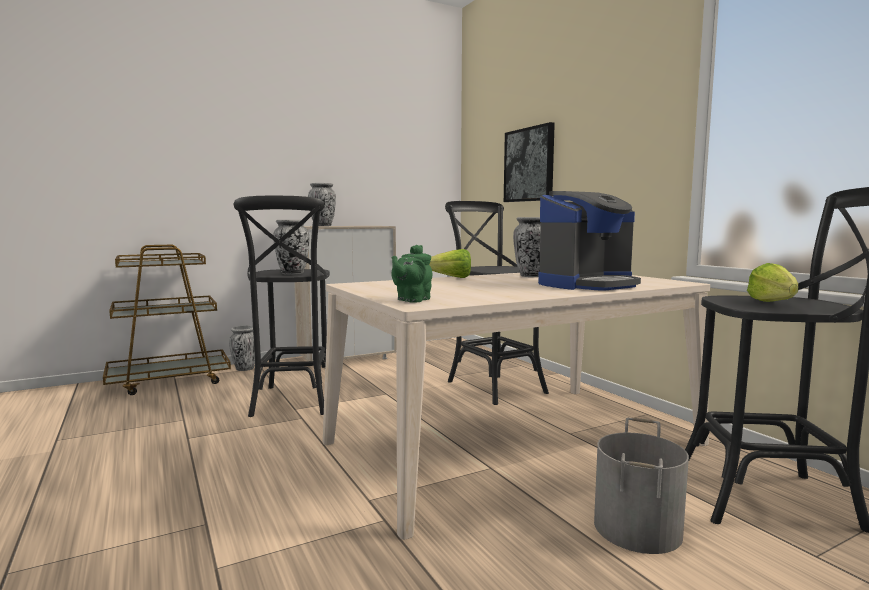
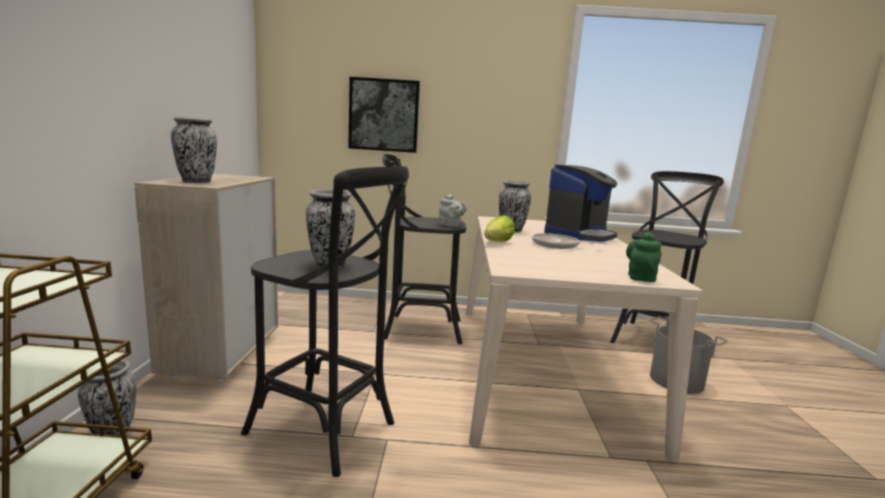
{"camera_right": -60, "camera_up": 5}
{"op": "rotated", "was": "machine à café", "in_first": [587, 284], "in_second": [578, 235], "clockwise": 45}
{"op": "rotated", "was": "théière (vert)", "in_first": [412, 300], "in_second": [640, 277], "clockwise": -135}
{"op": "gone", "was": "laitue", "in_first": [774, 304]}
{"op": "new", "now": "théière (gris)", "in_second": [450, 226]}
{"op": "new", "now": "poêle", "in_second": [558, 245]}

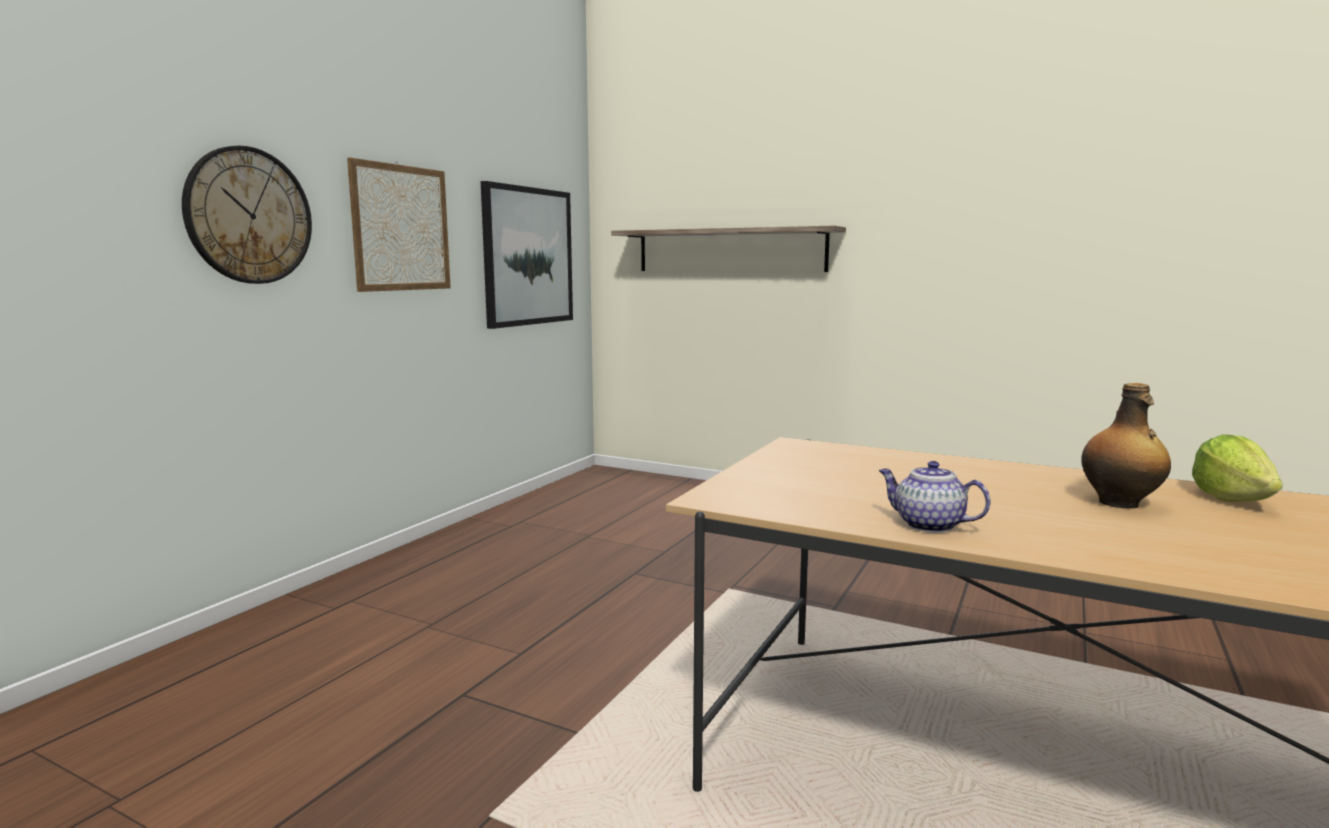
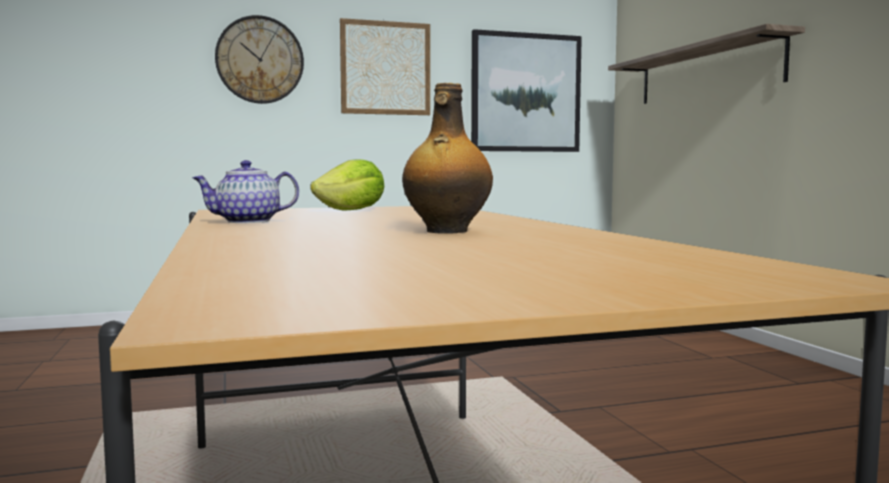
{"camera_right": 45, "camera_up": -5}
{"op": "shifted", "was": "laitue", "in_first": [1232, 499], "in_second": [352, 210]}
{"op": "rotated", "was": "théière", "in_first": [927, 525], "in_second": [246, 222], "clockwise": -105}

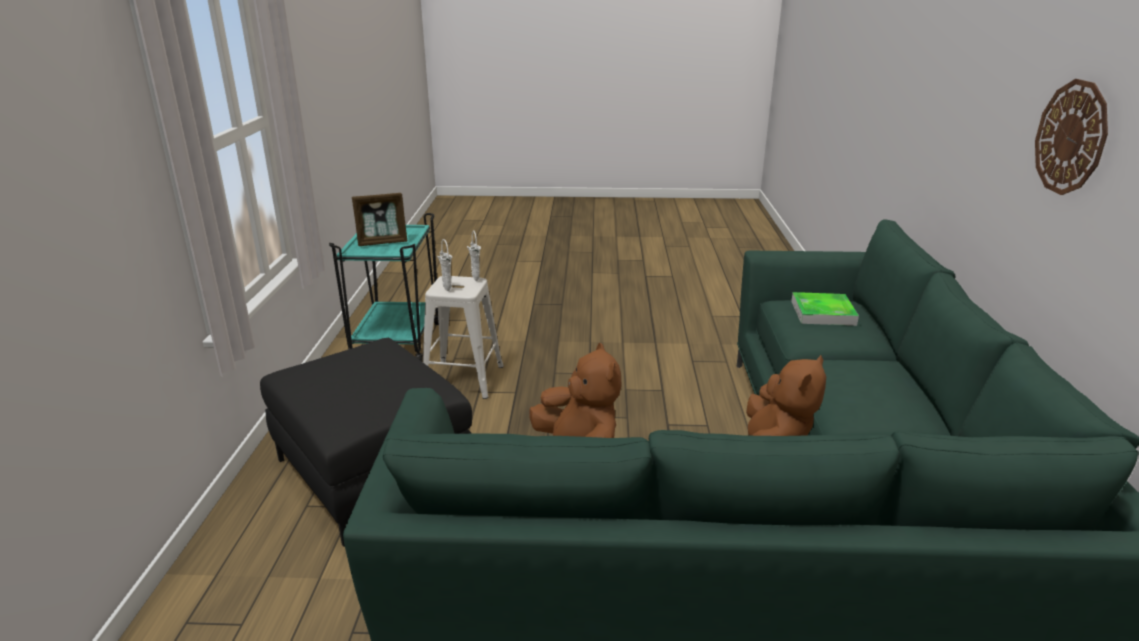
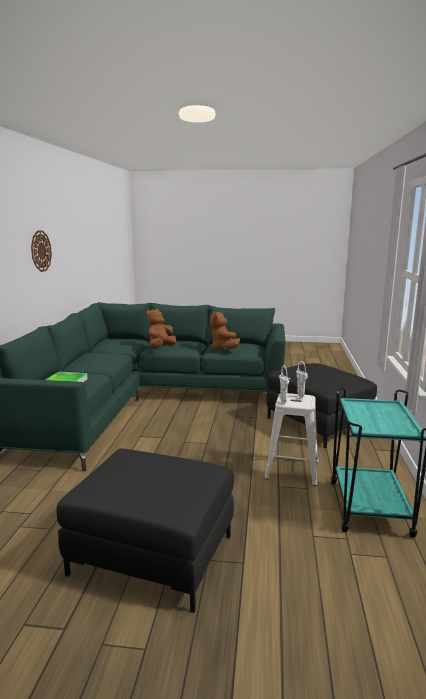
{"camera_right": -175, "camera_up": -10}
{"op": "gone", "was": "cadre photo", "in_first": [382, 242]}
{"op": "new", "now": "pouf (noir)", "in_second": [151, 555]}

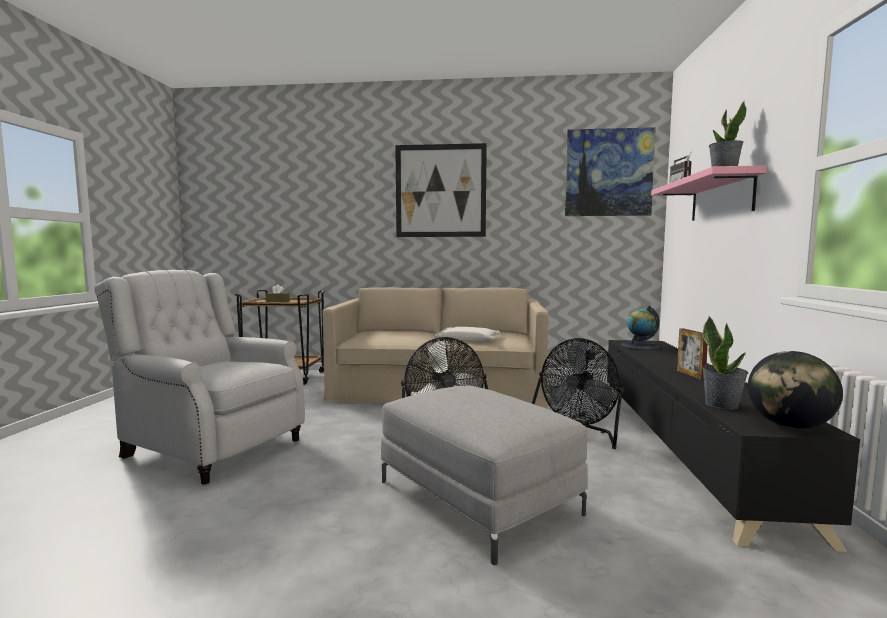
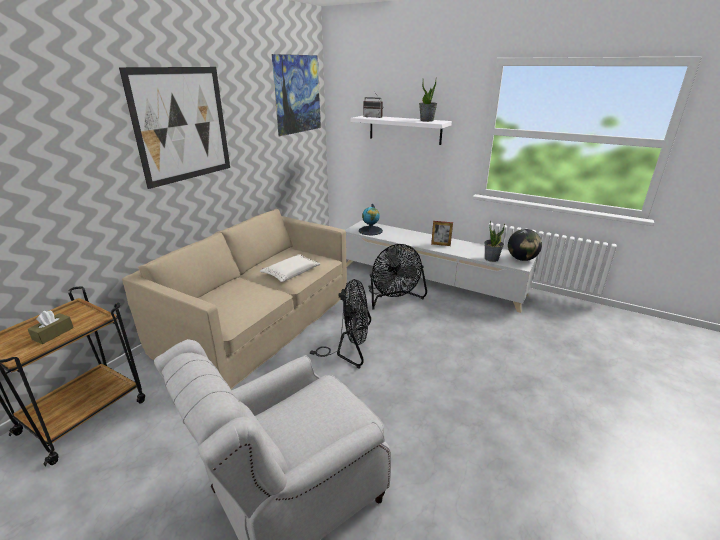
{"camera_right": -65, "camera_up": 20}
{"op": "repainted", "was": "étagère (rose)", "now": "étagère (blanc)", "in_first": [721, 197], "in_second": [404, 129]}
{"op": "repainted", "was": "meuble télé (noir)", "now": "meuble télé (blanc)", "in_first": [684, 445], "in_second": [430, 279]}
{"op": "gone", "was": "pouf (gris)", "in_first": [478, 496]}

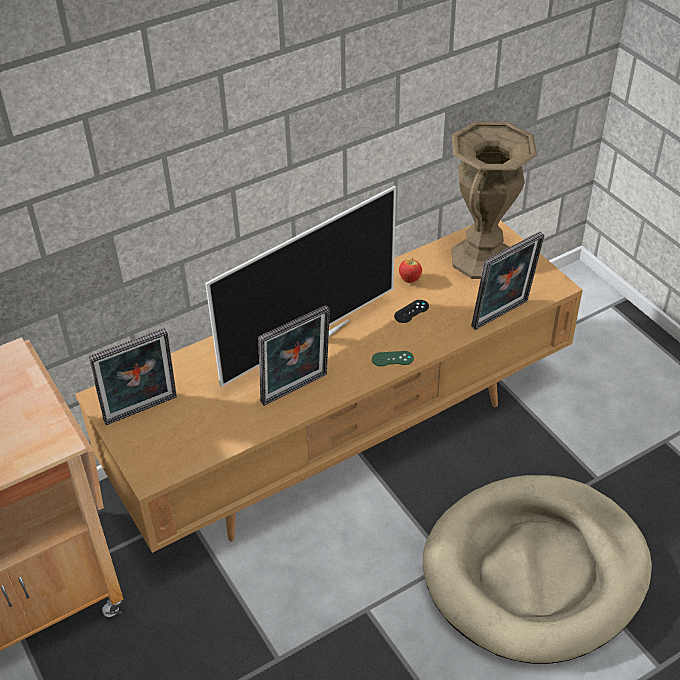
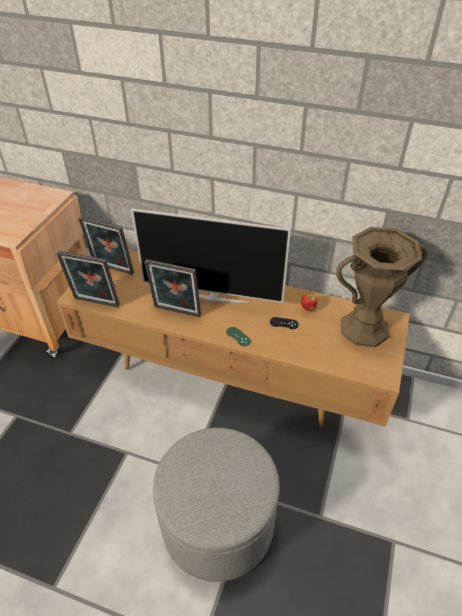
{"camera_right": 50, "camera_up": 0}
{"op": "shifted", "was": "cadre photo", "in_first": [502, 316], "in_second": [95, 304]}
{"op": "swapped", "was": "panier pour chien (beige)", "now": "pouf (gris)", "in_first": [535, 571], "in_second": [218, 523]}

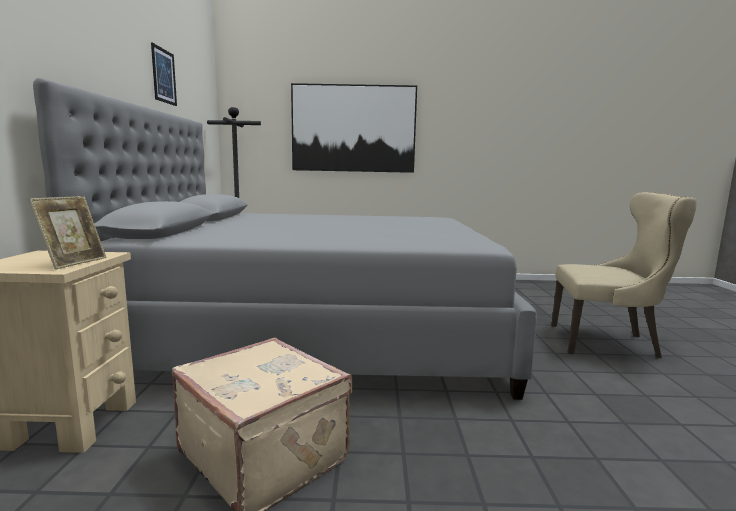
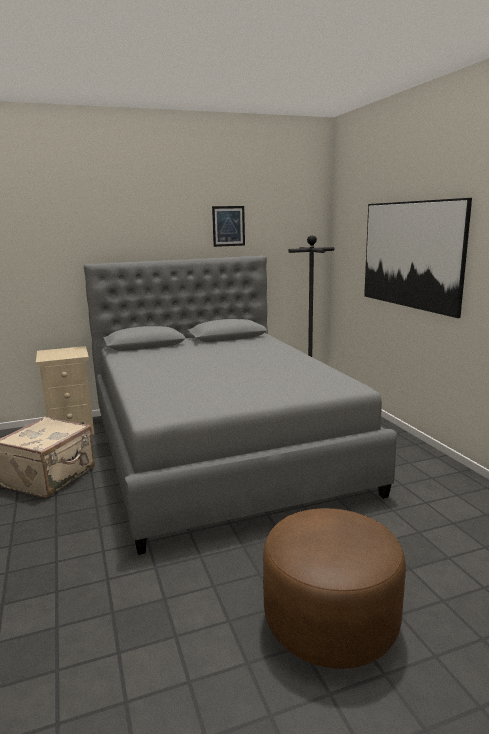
{"camera_right": 70, "camera_up": 5}
{"op": "swapped", "was": "chaise (beige)", "now": "pouf (marron)", "in_first": [607, 342], "in_second": [330, 621]}
{"op": "gone", "was": "cadre photo", "in_first": [74, 263]}

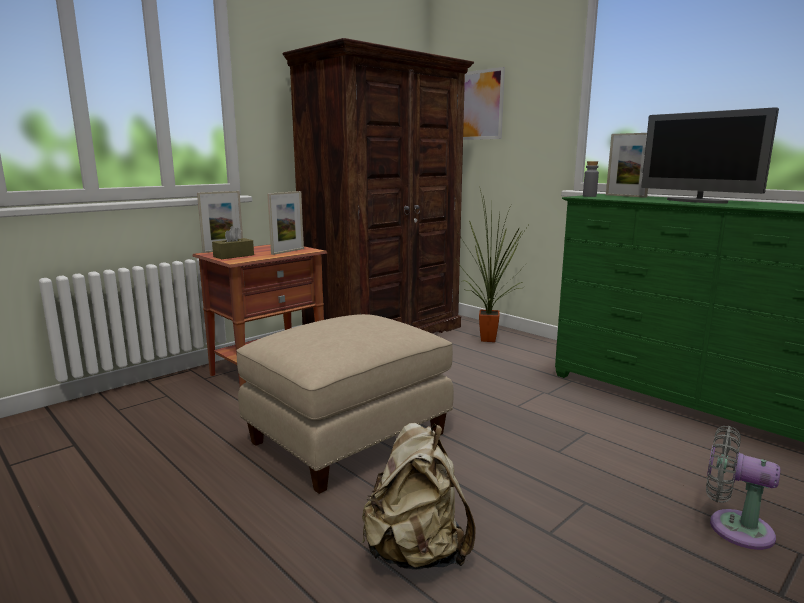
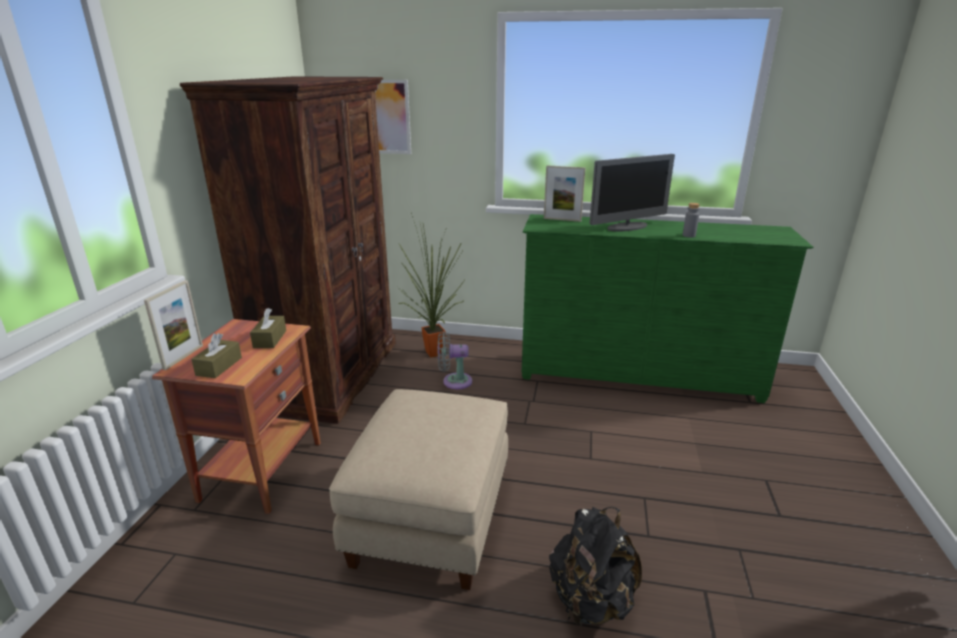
{"camera_right": -35, "camera_up": 10}
{"op": "rotated", "was": "écran d'ordinateur", "in_first": [696, 201], "in_second": [627, 227], "clockwise": -45}
{"op": "shifted", "was": "bouteille (gris)", "in_first": [589, 196], "in_second": [689, 235]}
{"op": "swapped", "was": "cadre photo", "now": "boîte à mouchoirs (marron)", "in_first": [287, 251], "in_second": [270, 339]}
{"op": "repainted", "was": "sac à dos (beige)", "now": "sac à dos (noir)", "in_first": [416, 552], "in_second": [591, 601]}
{"op": "shifted", "was": "ventilateur (gris)", "in_first": [733, 527], "in_second": [454, 381]}

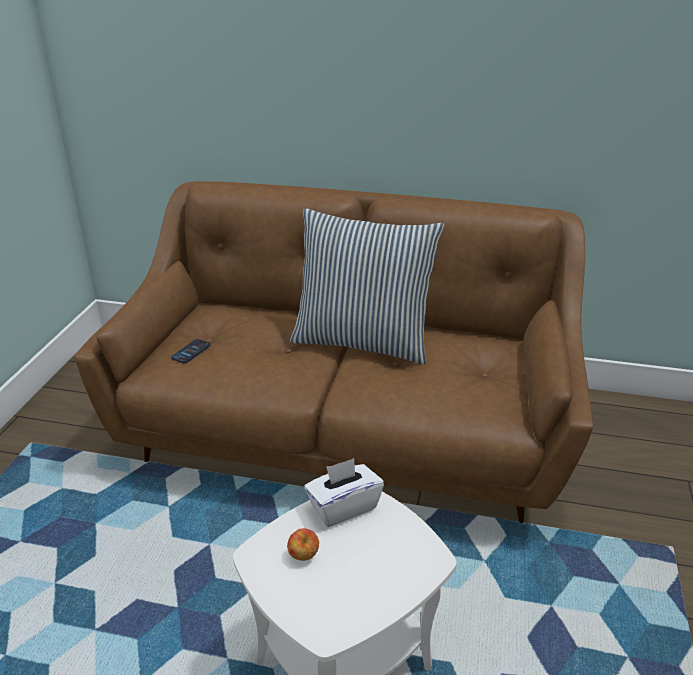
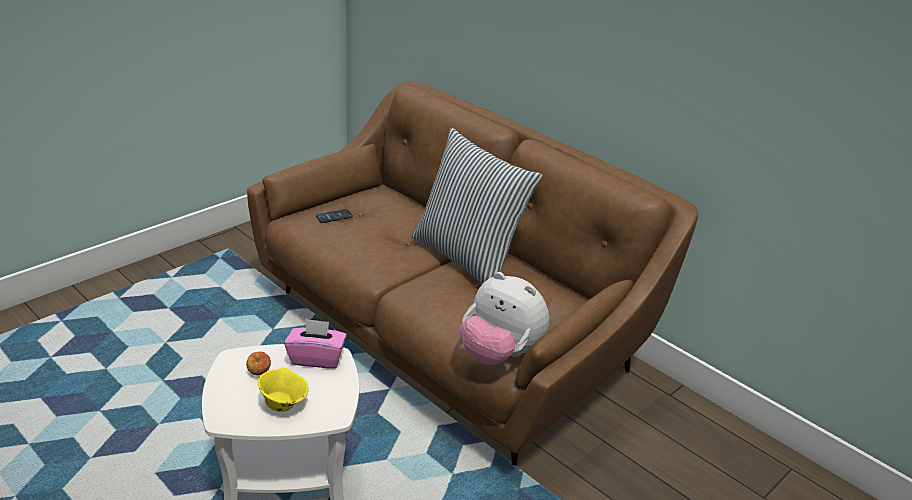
{"camera_right": 30, "camera_up": 0}
{"op": "repainted", "was": "boîte à mouchoirs (blanc)", "now": "boîte à mouchoirs (rose)", "in_first": [343, 507], "in_second": [316, 358]}
{"op": "new", "now": "peluche", "in_second": [499, 354]}
{"op": "new", "now": "bol (jaune)", "in_second": [283, 404]}

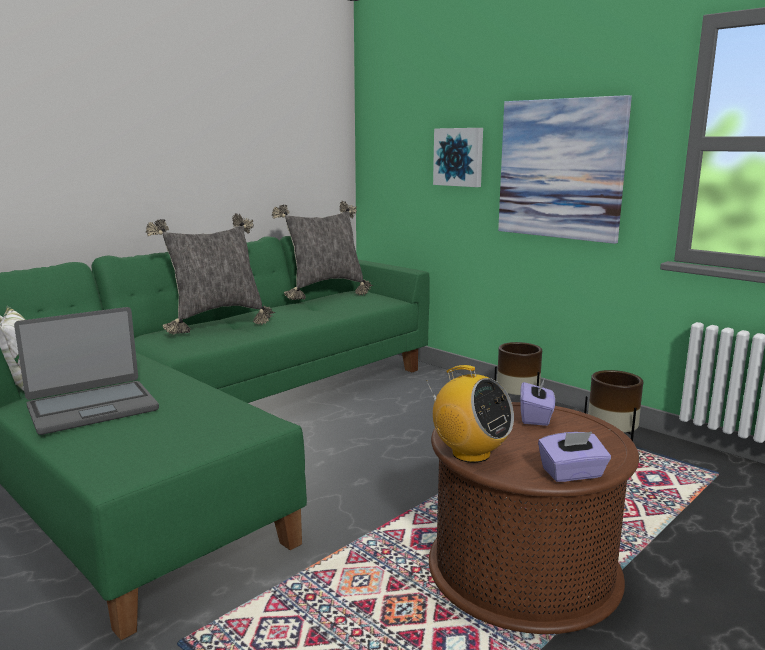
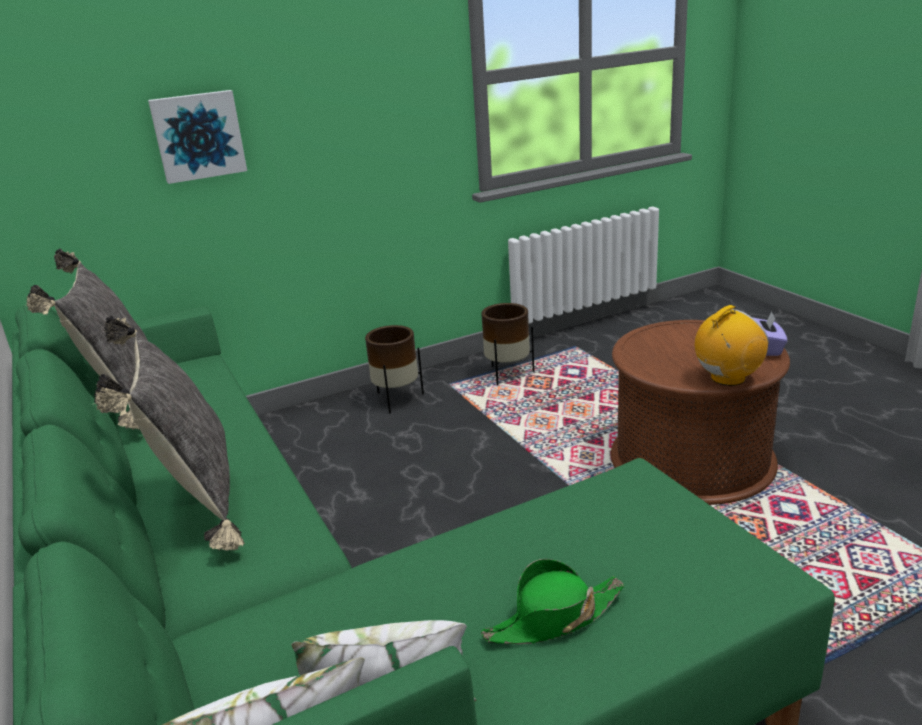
{"camera_right": -70, "camera_up": 10}
{"op": "gone", "was": "tableau", "in_first": [560, 169]}
{"op": "swapped", "was": "ordinateur portable", "now": "chapeau (vert)", "in_first": [92, 408], "in_second": [554, 618]}
{"op": "gone", "was": "boîte à mouchoirs (violet)", "in_first": [536, 417]}

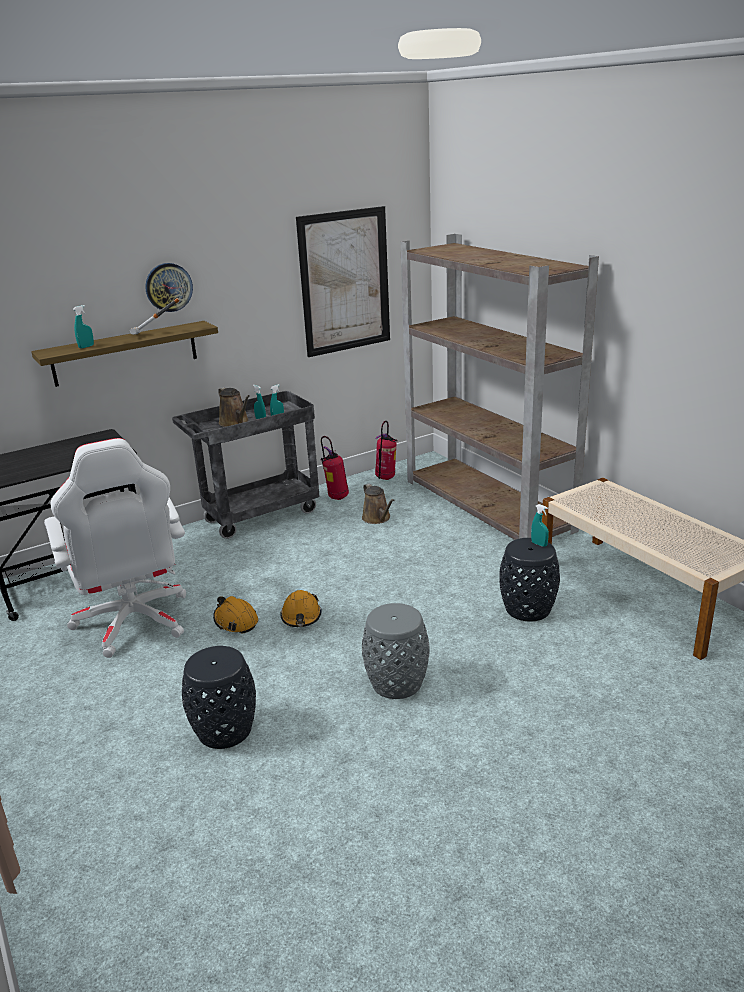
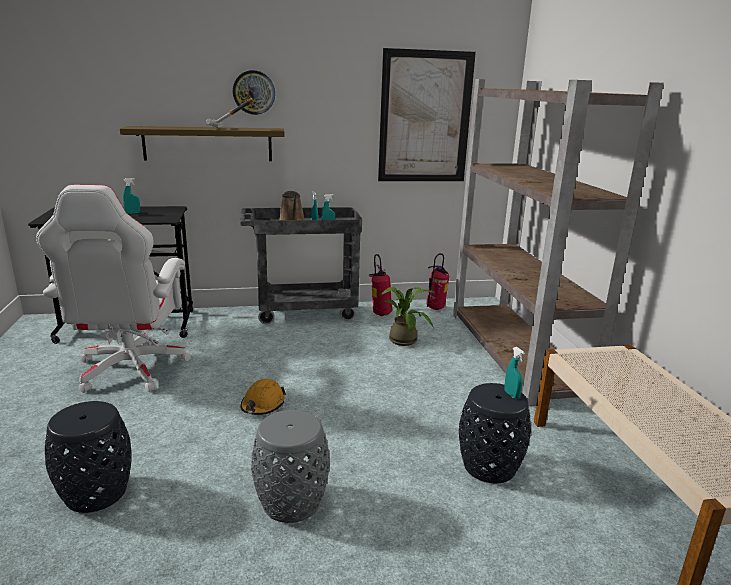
{"camera_right": 20, "camera_up": -5}
{"op": "shifted", "was": "vaporisateur (turquoise)", "in_first": [86, 347], "in_second": [132, 213]}
{"op": "swapped", "was": "arrosoir (marron)", "now": "plante en pot", "in_first": [377, 518], "in_second": [402, 339]}
{"op": "gone", "was": "casque de chantier (orange)", "in_first": [235, 621]}

